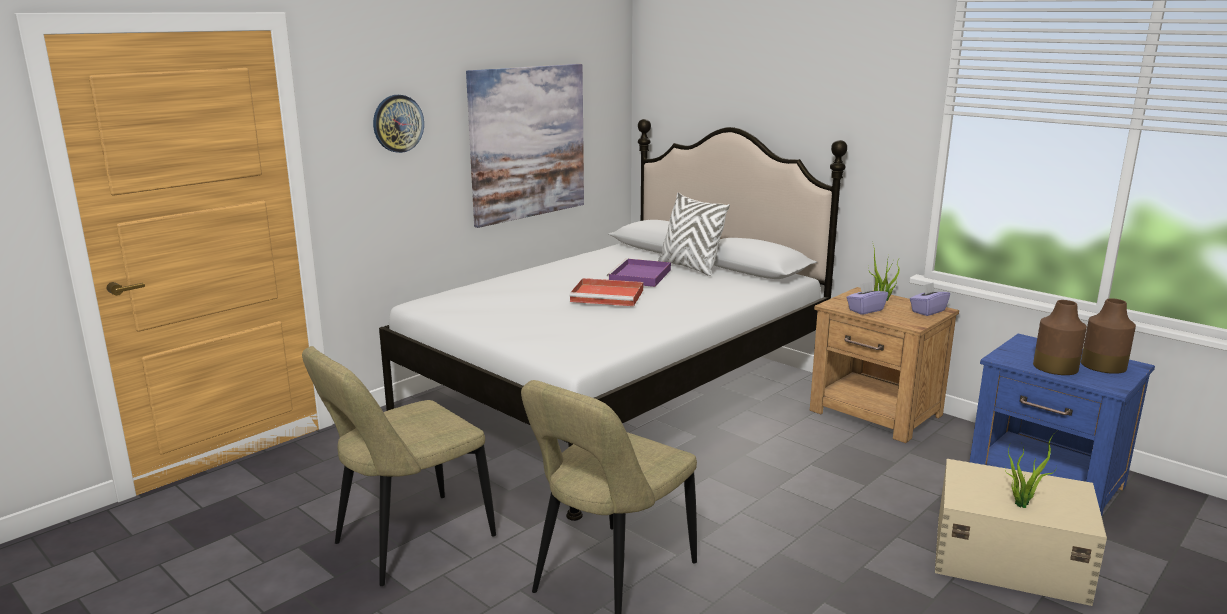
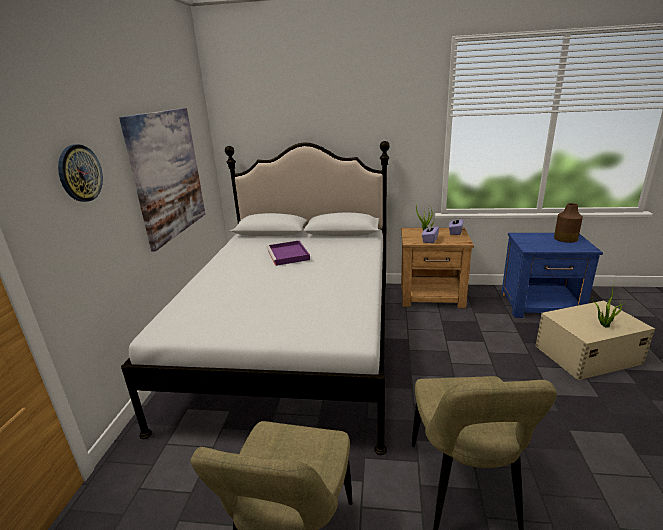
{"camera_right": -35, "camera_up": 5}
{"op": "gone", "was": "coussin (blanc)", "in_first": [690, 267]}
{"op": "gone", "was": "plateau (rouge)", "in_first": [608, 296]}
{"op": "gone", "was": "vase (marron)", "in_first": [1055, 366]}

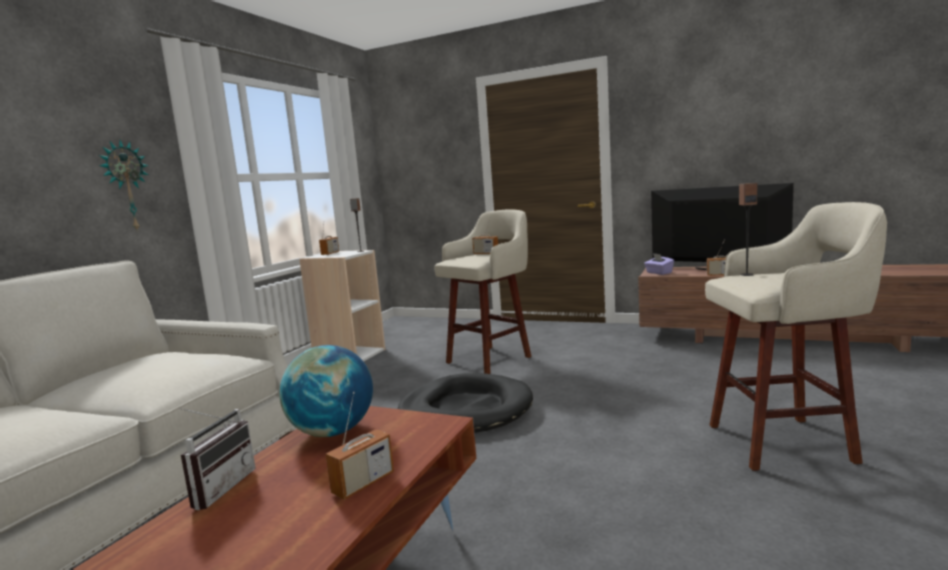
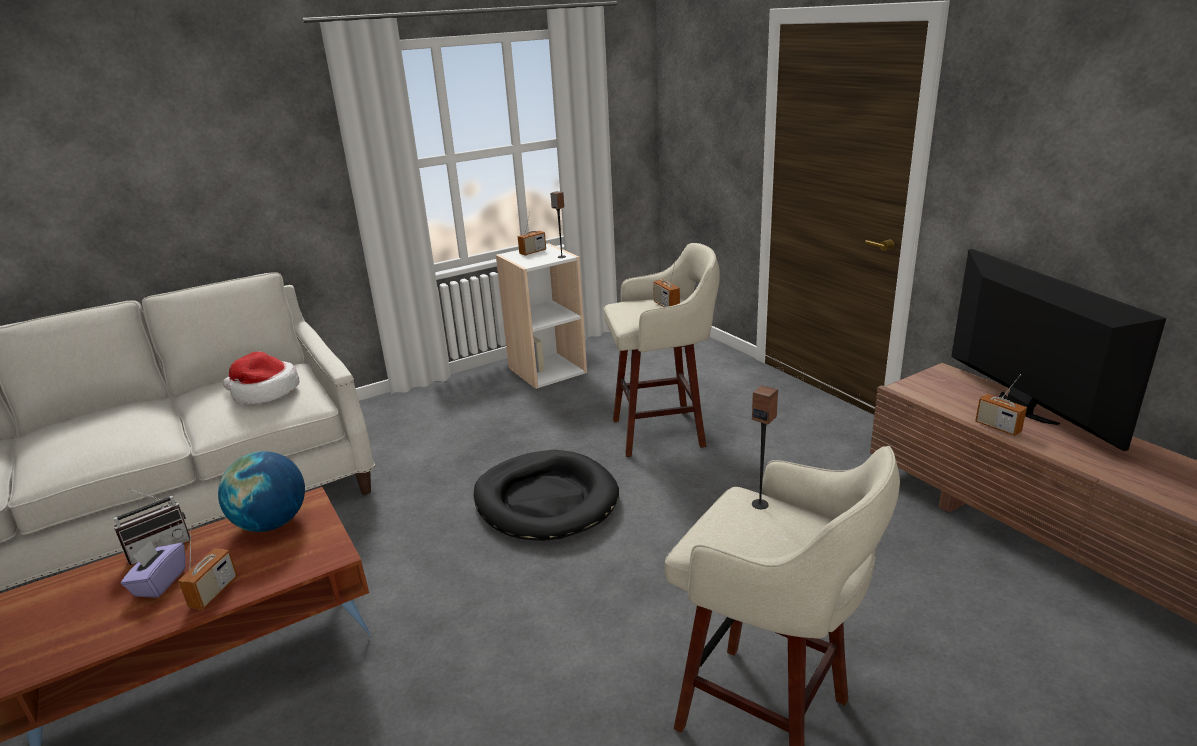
{"camera_right": 35, "camera_up": 15}
{"op": "gone", "was": "horloge murale", "in_first": [126, 186]}
{"op": "shifted", "was": "boîte à mouchoirs (violet)", "in_first": [659, 273], "in_second": [160, 582]}
{"op": "rotated", "was": "radio", "in_first": [363, 483], "in_second": [213, 592], "clockwise": -60}
{"op": "new", "now": "chapeau", "in_second": [264, 392]}

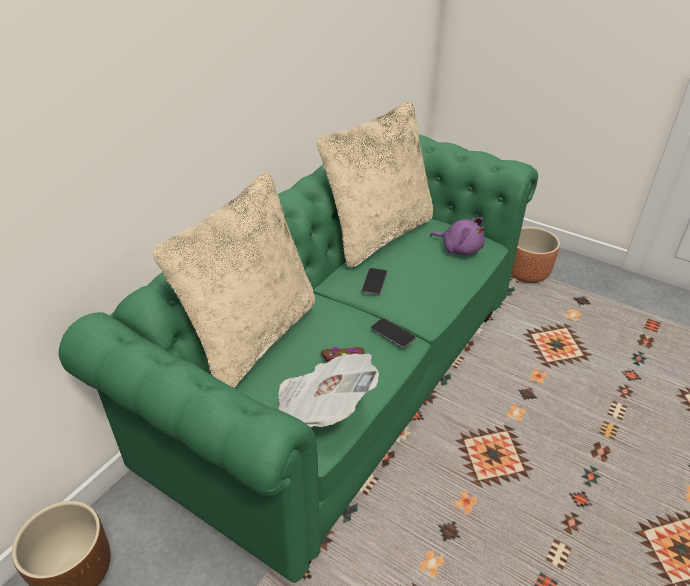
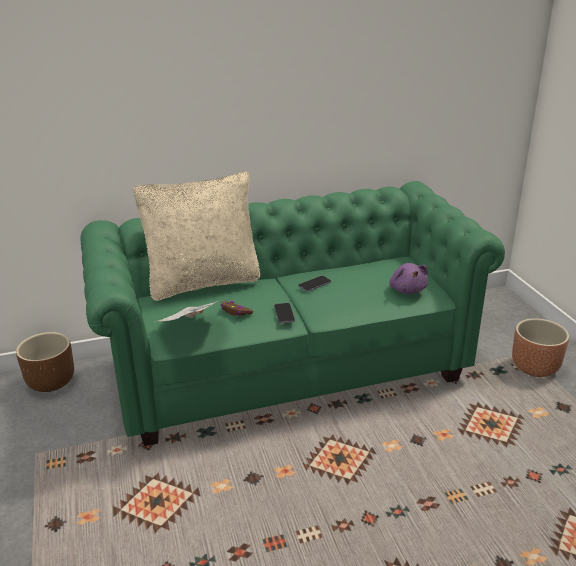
{"camera_right": 40, "camera_up": -10}
{"op": "gone", "was": "coussin (beige)", "in_first": [380, 236]}

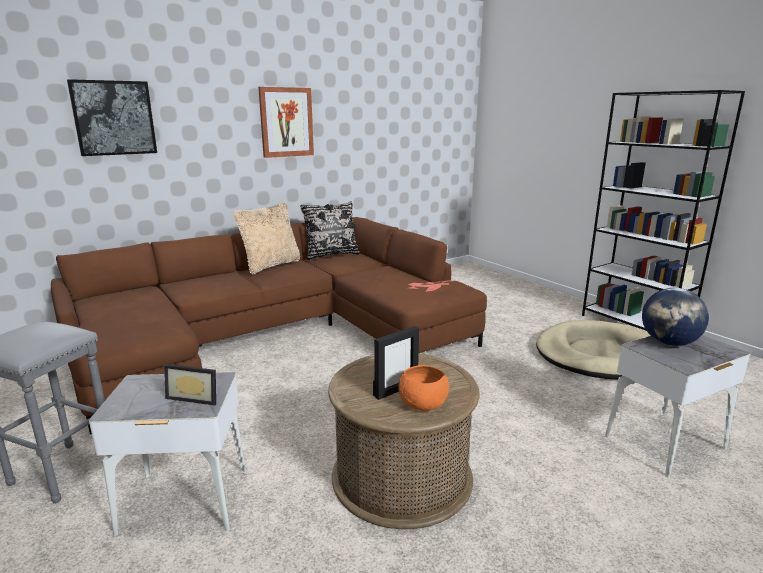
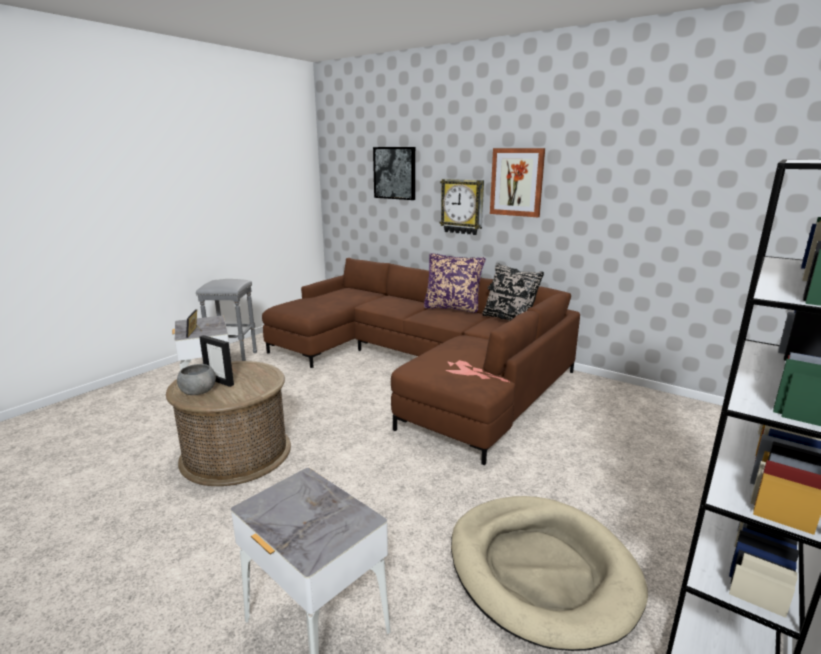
{"camera_right": 70, "camera_up": 0}
{"op": "repainted", "was": "coussin (beige)", "now": "coussin (violet)", "in_first": [271, 266], "in_second": [452, 309]}
{"op": "gone", "was": "globe", "in_first": [669, 343]}
{"op": "repainted", "was": "bol (orange)", "now": "bol (gris)", "in_first": [423, 404], "in_second": [198, 392]}
{"op": "new", "now": "horloge murale", "in_second": [462, 206]}

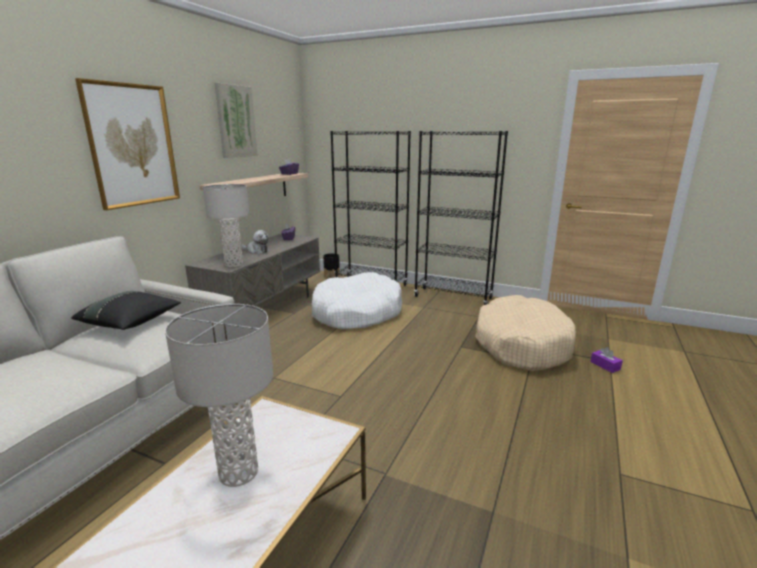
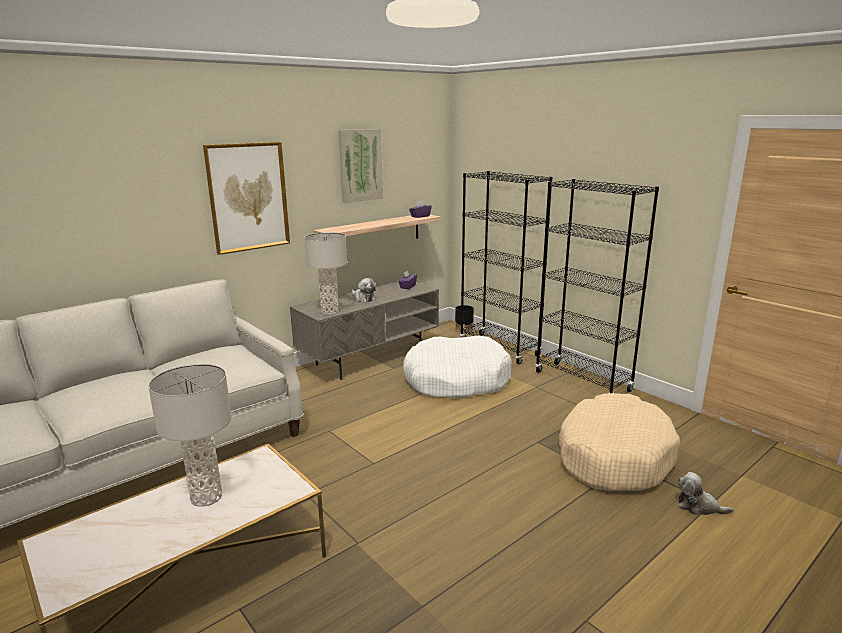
{"camera_right": 25, "camera_up": 0}
{"op": "gone", "was": "coussin (noir)", "in_first": [131, 323]}
{"op": "swapped", "was": "boîte à mouchoirs (violet)", "now": "peluche", "in_first": [605, 365], "in_second": [698, 506]}

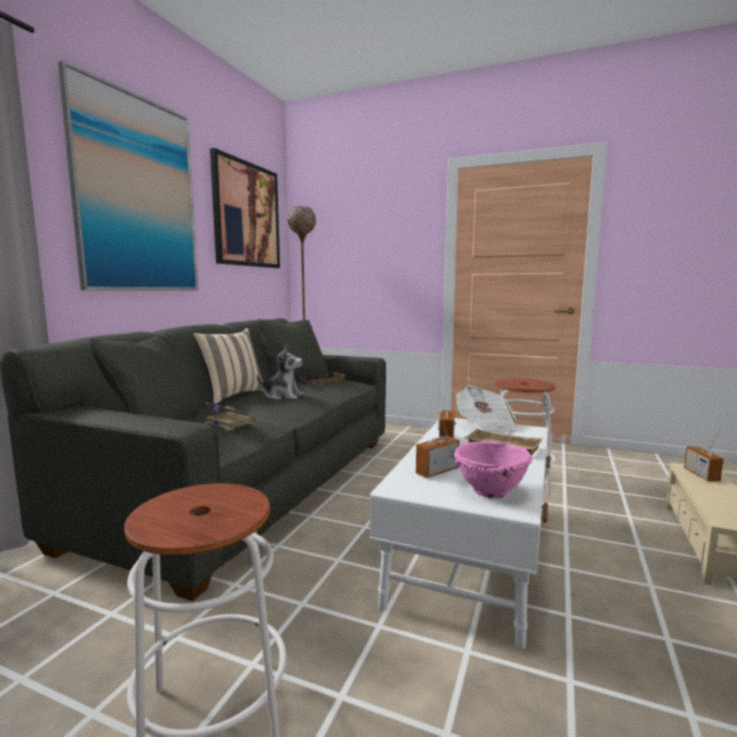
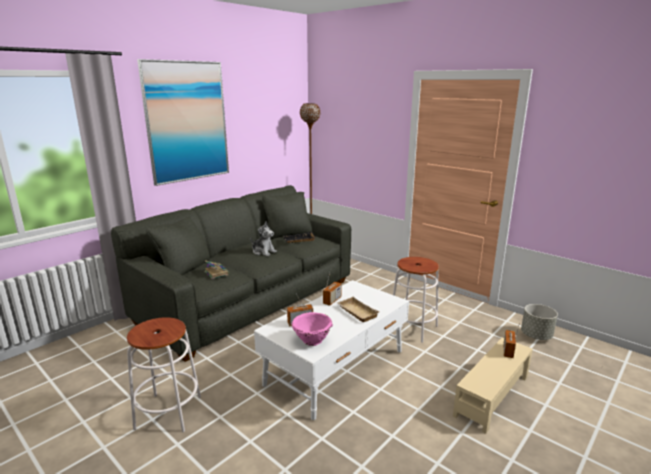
{"camera_right": 20, "camera_up": 10}
{"op": "gone", "was": "tableau", "in_first": [246, 215]}
{"op": "gone", "was": "coussin (beige)", "in_first": [232, 395]}
{"op": "gone", "was": "journal", "in_first": [485, 427]}
{"op": "new", "now": "cache-pot (gris)", "in_second": [536, 335]}

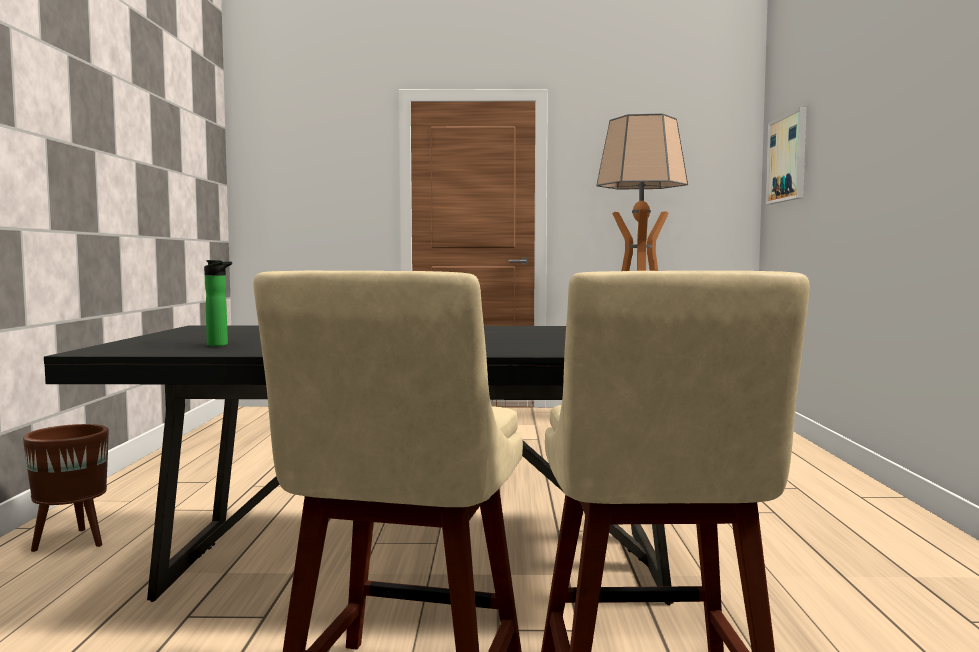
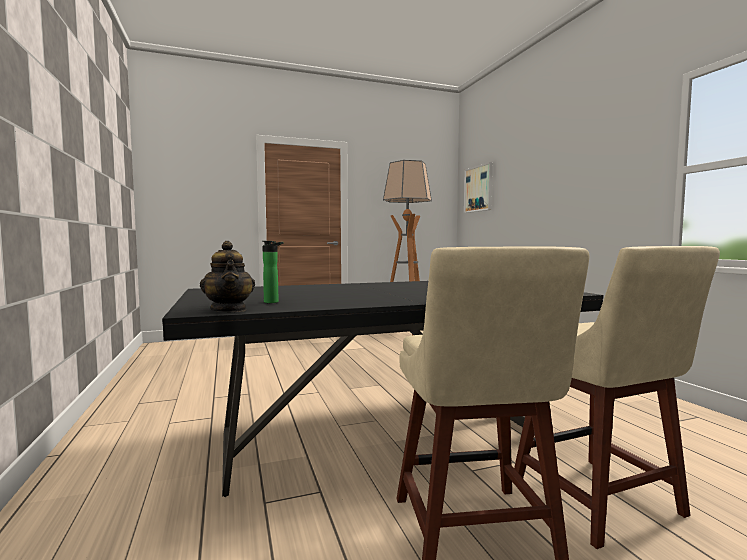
{"camera_right": -20, "camera_up": 0}
{"op": "gone", "was": "cache-pot (marron)", "in_first": [73, 542]}
{"op": "new", "now": "théière", "in_second": [229, 310]}

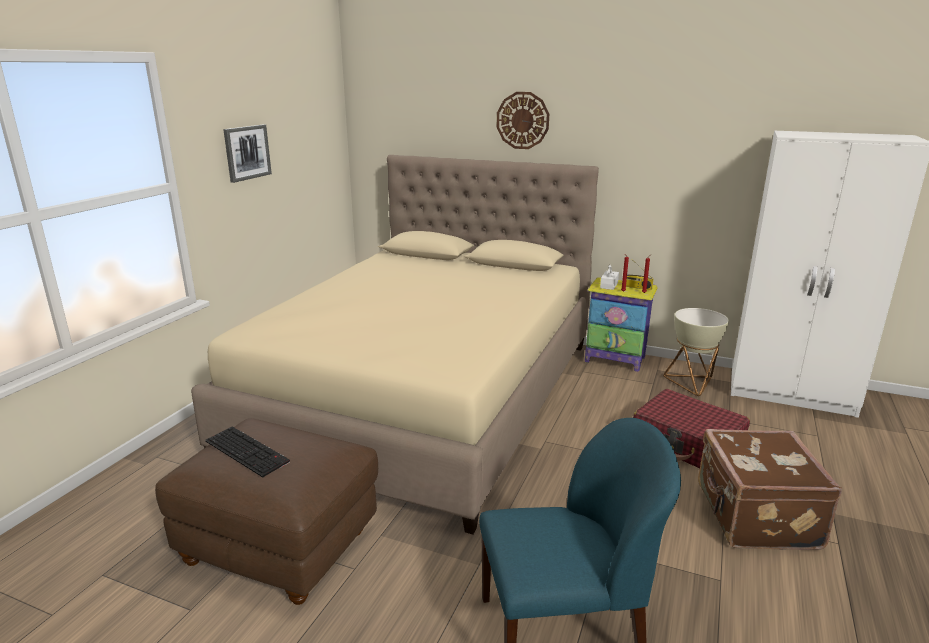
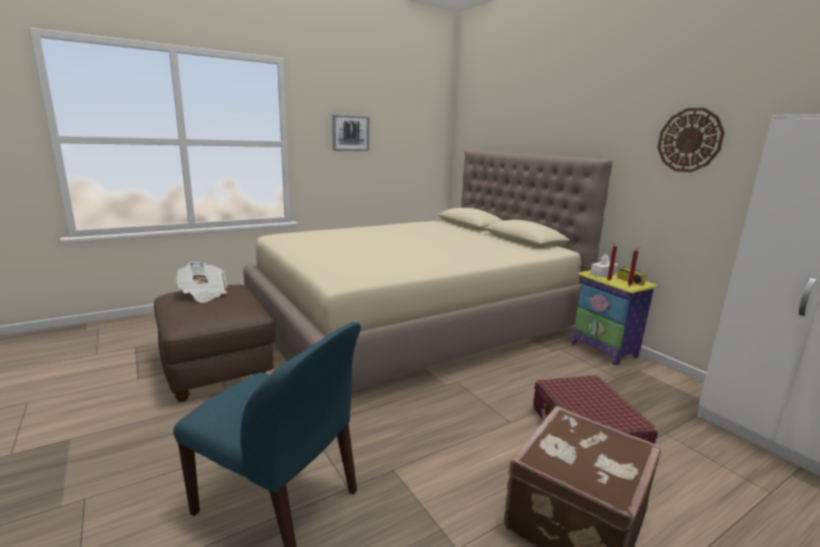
{"camera_right": 35, "camera_up": -5}
{"op": "shifted", "was": "horloge murale", "in_first": [522, 120], "in_second": [689, 140]}
{"op": "gone", "was": "cache-pot", "in_first": [691, 383]}
{"op": "swapped", "was": "clavier", "now": "journal", "in_first": [248, 451], "in_second": [203, 294]}

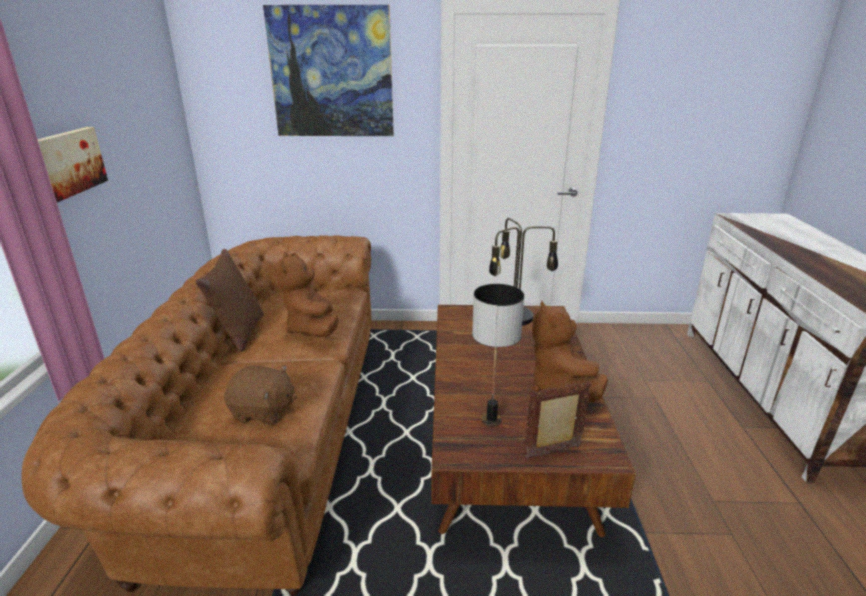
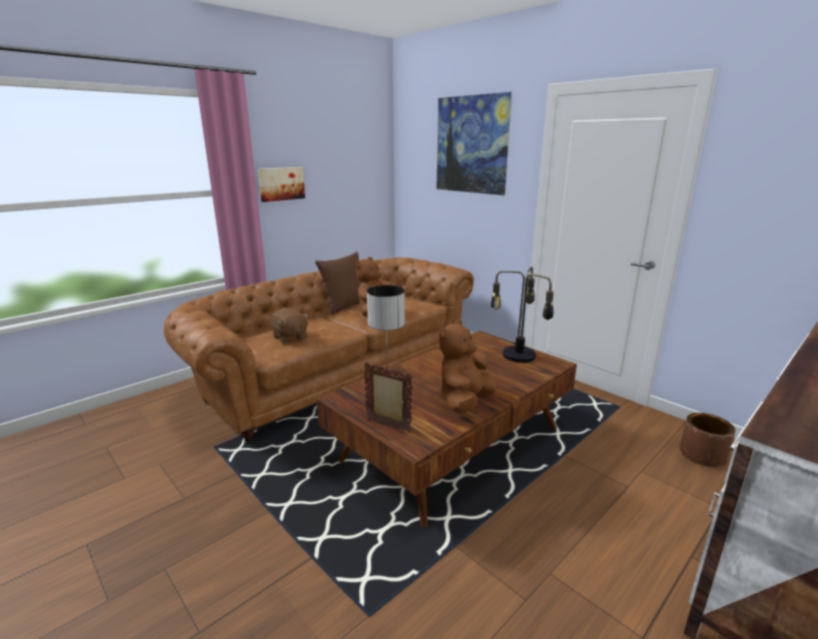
{"camera_right": 45, "camera_up": -5}
{"op": "new", "now": "cache-pot (marron)", "in_second": [702, 455]}

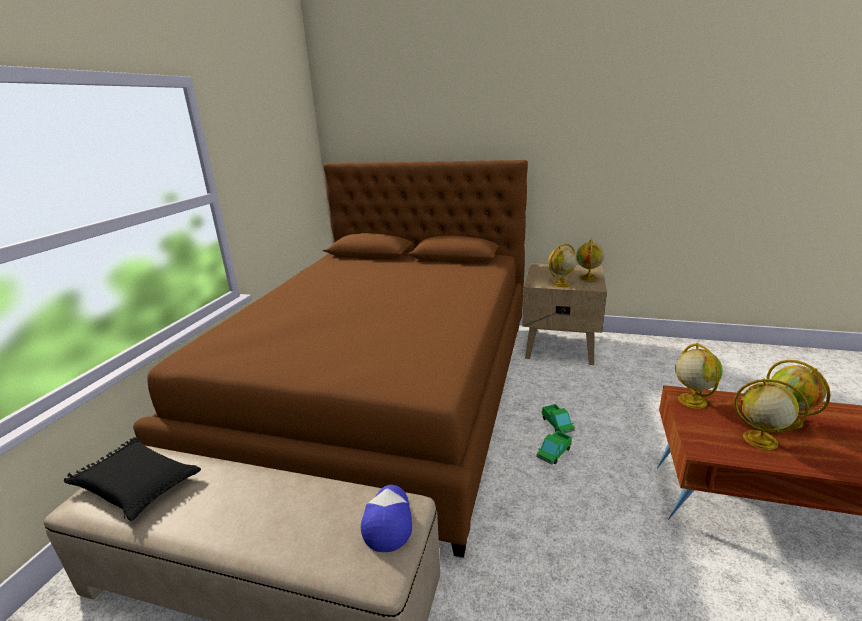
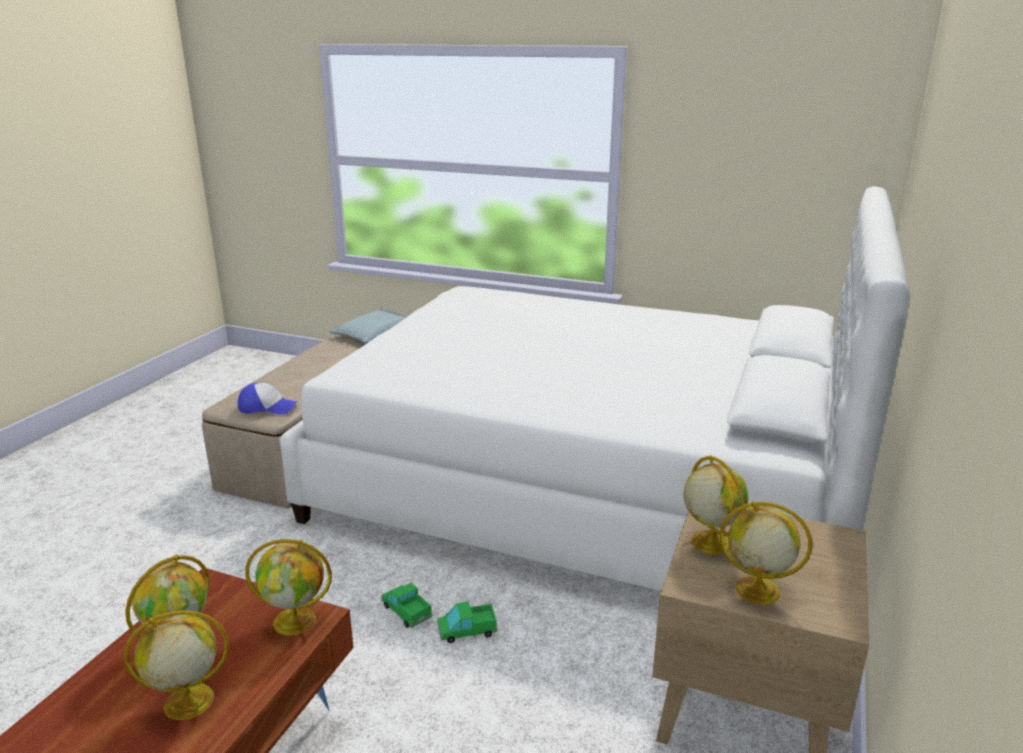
{"camera_right": 95, "camera_up": 0}
{"op": "repainted", "was": "lit (marron)", "now": "lit (blanc)", "in_first": [385, 391], "in_second": [587, 486]}
{"op": "repainted", "was": "coussin (noir)", "now": "coussin (bleu)", "in_first": [135, 482], "in_second": [374, 332]}

